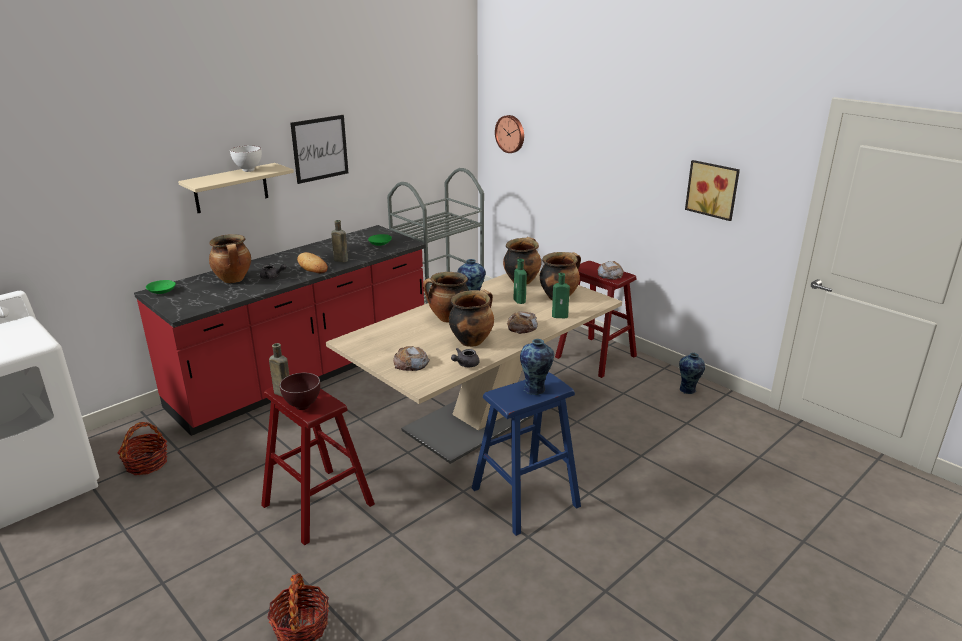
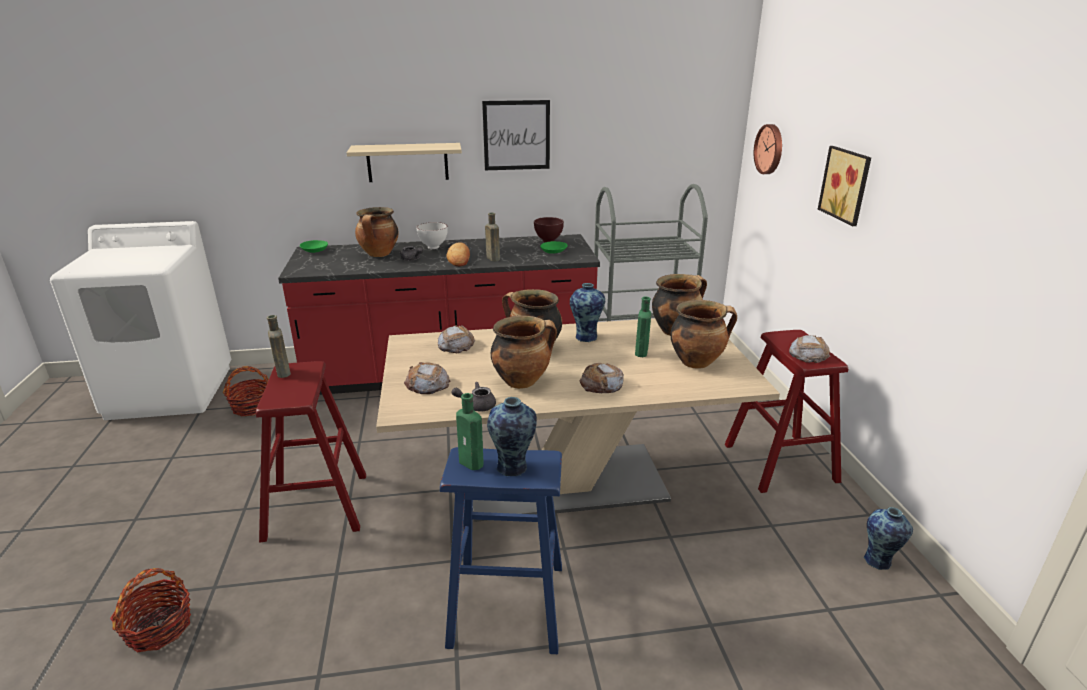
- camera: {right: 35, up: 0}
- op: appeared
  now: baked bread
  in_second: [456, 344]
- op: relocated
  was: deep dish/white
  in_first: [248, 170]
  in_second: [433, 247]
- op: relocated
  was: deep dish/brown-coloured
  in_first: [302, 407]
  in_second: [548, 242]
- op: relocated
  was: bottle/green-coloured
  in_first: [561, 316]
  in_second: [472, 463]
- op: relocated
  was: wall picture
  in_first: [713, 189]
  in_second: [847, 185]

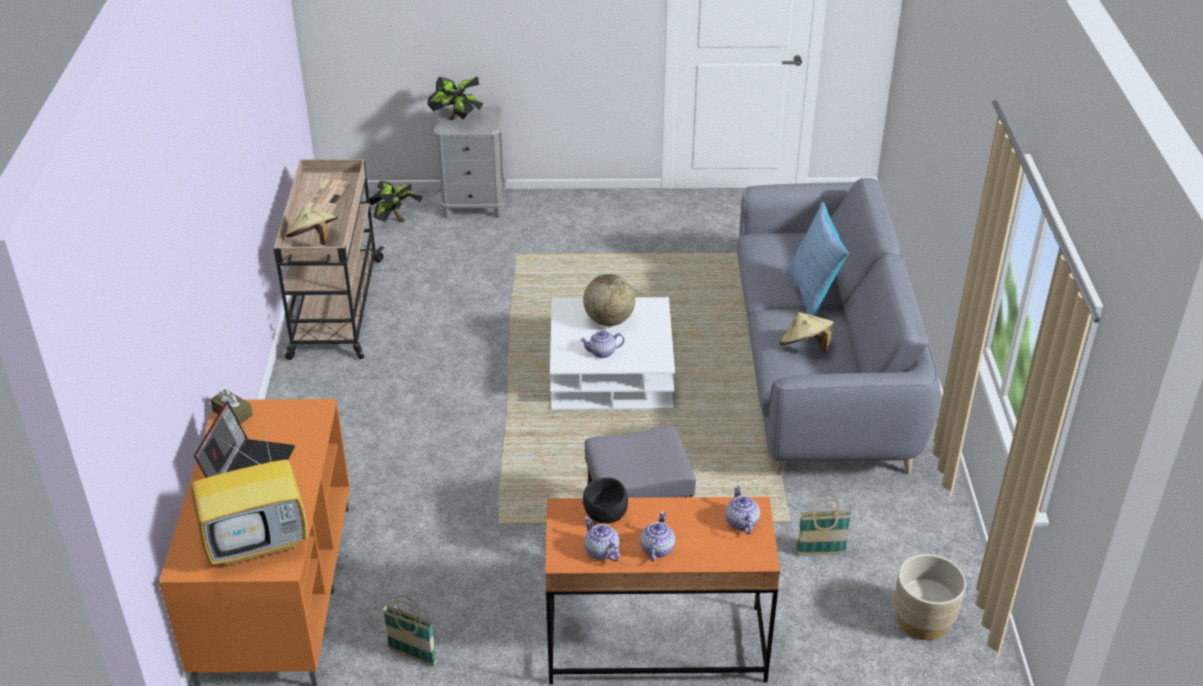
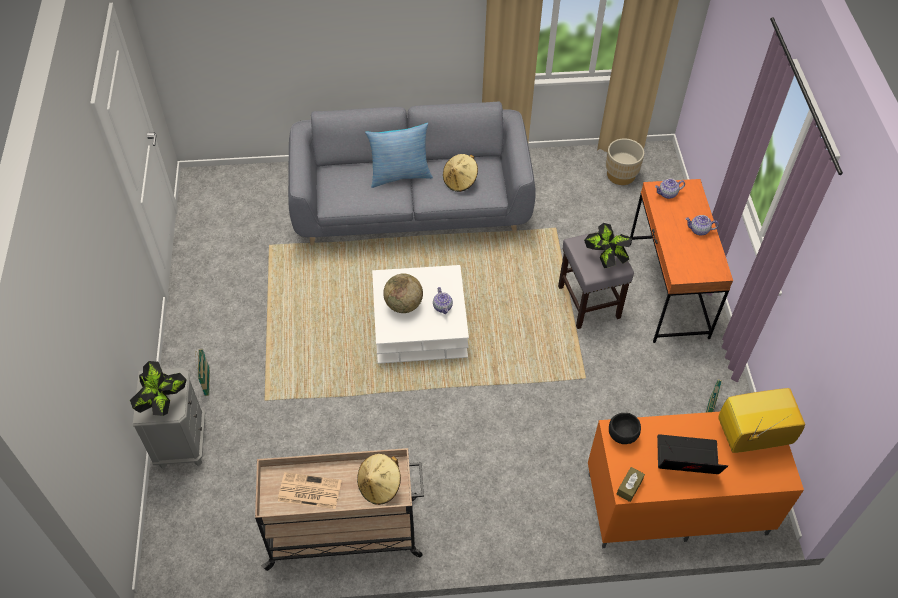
- camera: {right: -95, up: 15}
- op: missing
  was: pot for tea
  in_first: [601, 551]
- op: relocated
  was: houseplant
  in_first: [395, 221]
  in_second: [605, 259]
- op: relocated
  was: deep dish/black-coloured
  in_first: [604, 514]
  in_second: [622, 436]
- op: relocated
  was: basket
  in_first: [820, 552]
  in_second: [207, 382]
- op: spun
  was: television
  in_first: [258, 541]
  in_second: [751, 437]
  clockwise: -75

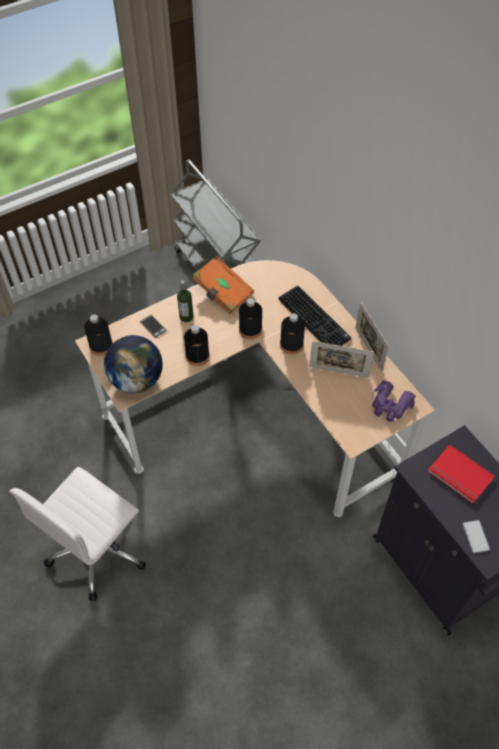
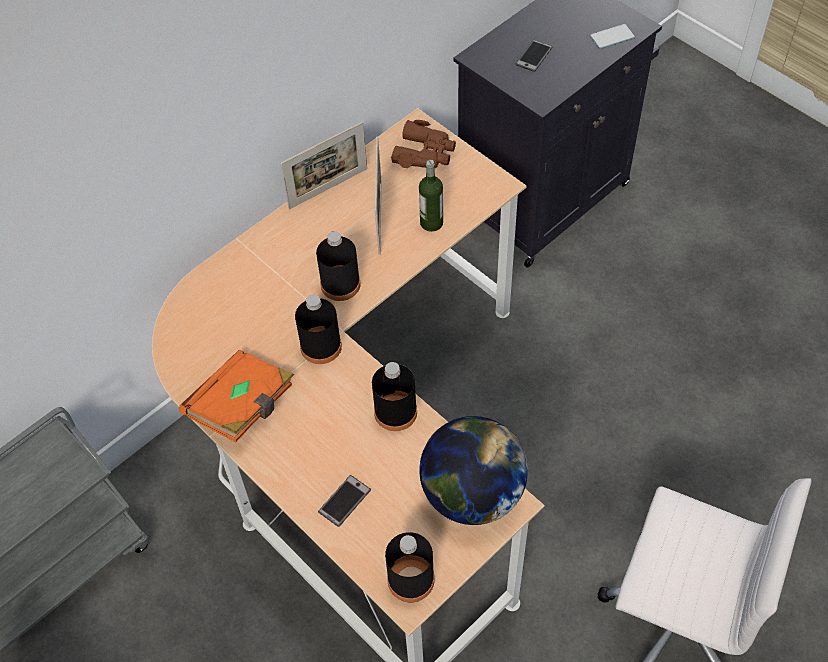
- camera: {right: -100, up: 0}
- op: missing
  was: keyboard
  in_first: [315, 319]
- op: relocated
  was: bottle
  in_first: [186, 317]
  in_second: [431, 223]
- op: exchanged
  was: book/red-coloured
  now: telephone
  in_first: [459, 476]
  in_second: [534, 56]
- op: colour
  was: pair of binoculars/purple
  now: pair of binoculars/brown-coloured
  in_first: [390, 405]
  in_second: [425, 153]

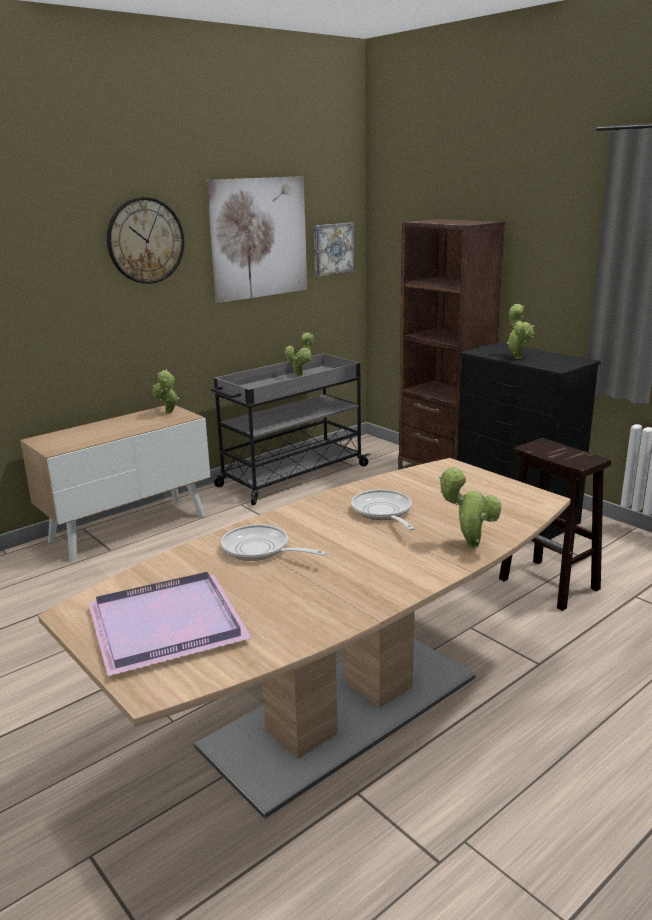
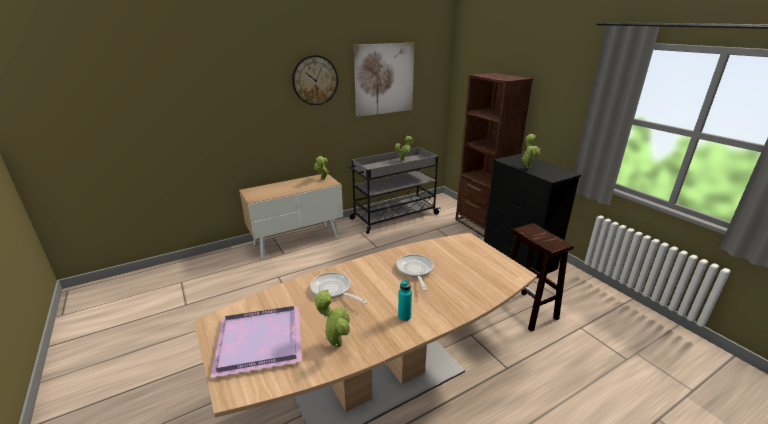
- camera: {right: 10, up: 5}
- op: missing
  was: wall picture
  in_first: [332, 249]
- op: appeared
  now: bottle/blue-green
  in_second: [404, 316]
- op: relocated
  was: houseplant
  in_first: [469, 544]
  in_second: [336, 343]

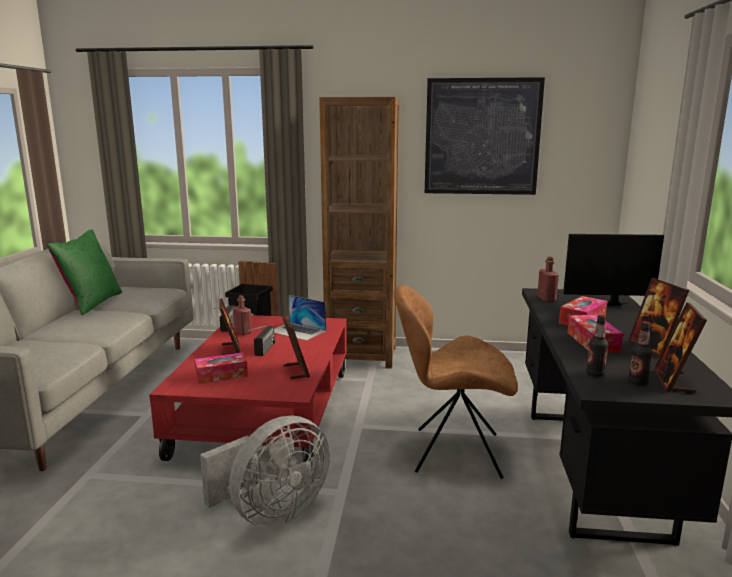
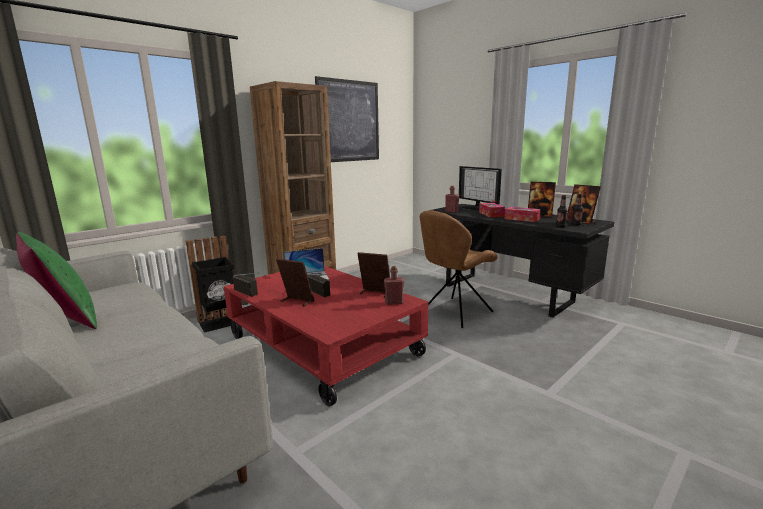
- camera: {right: -50, up: 0}
- op: missing
  was: tissue box
  in_first: [221, 375]
- op: missing
  was: fan/gray
  in_first: [272, 513]
- op: relocated
  was: bottle/red-coloured
  in_first: [243, 332]
  in_second: [394, 302]
- op: spun
  was: computer display
  in_first: [609, 302]
  in_second: [473, 207]
  clockwise: -75

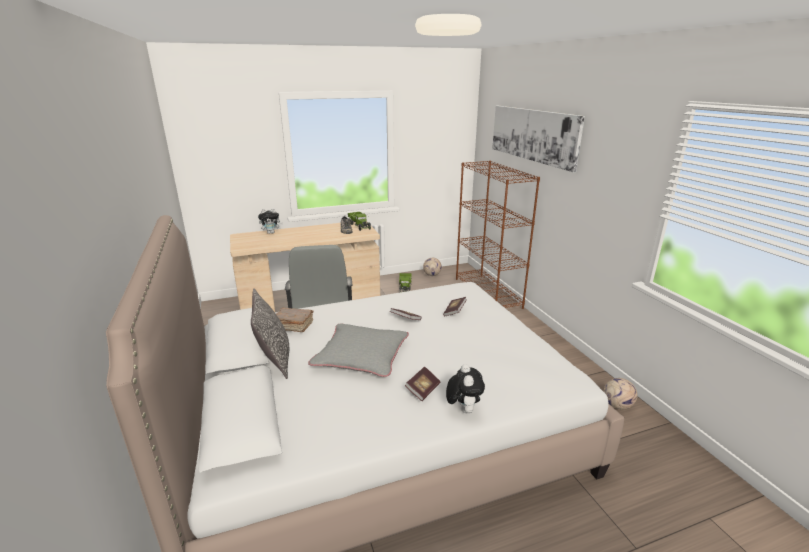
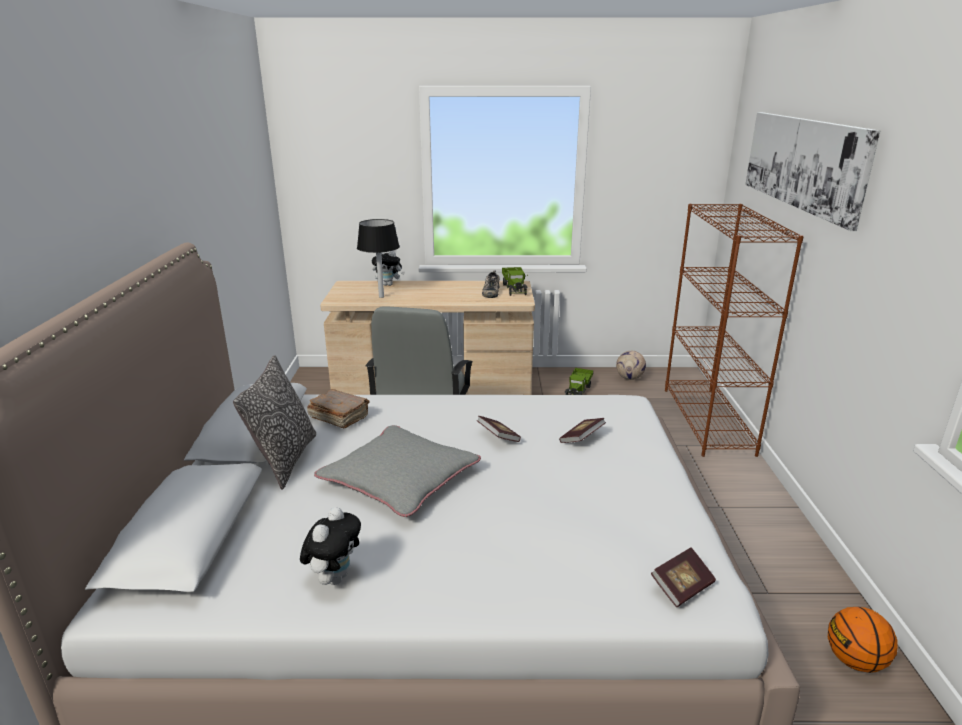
- camera: {right: 20, up: 0}
- op: appeared
  now: table lamp/black-coloured
  in_second: [381, 297]
- op: relocated
  was: book
  in_first: [423, 390]
  in_second: [682, 587]
- op: relocated
  was: plush toy
  in_first: [463, 409]
  in_second: [334, 577]
- op: exchanged
  was: football
  now: basketball
  in_first: [617, 405]
  in_second: [854, 661]

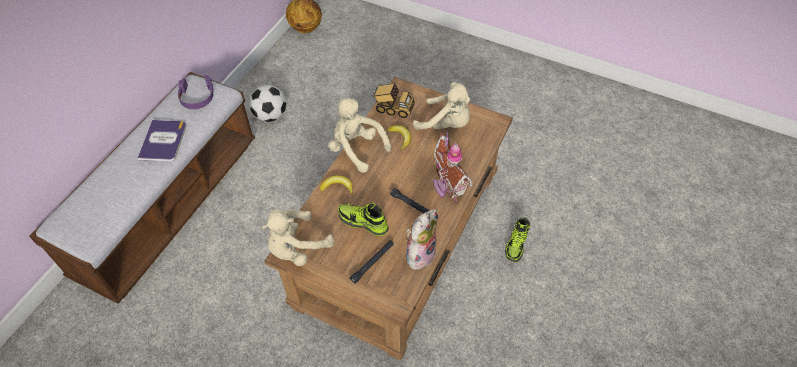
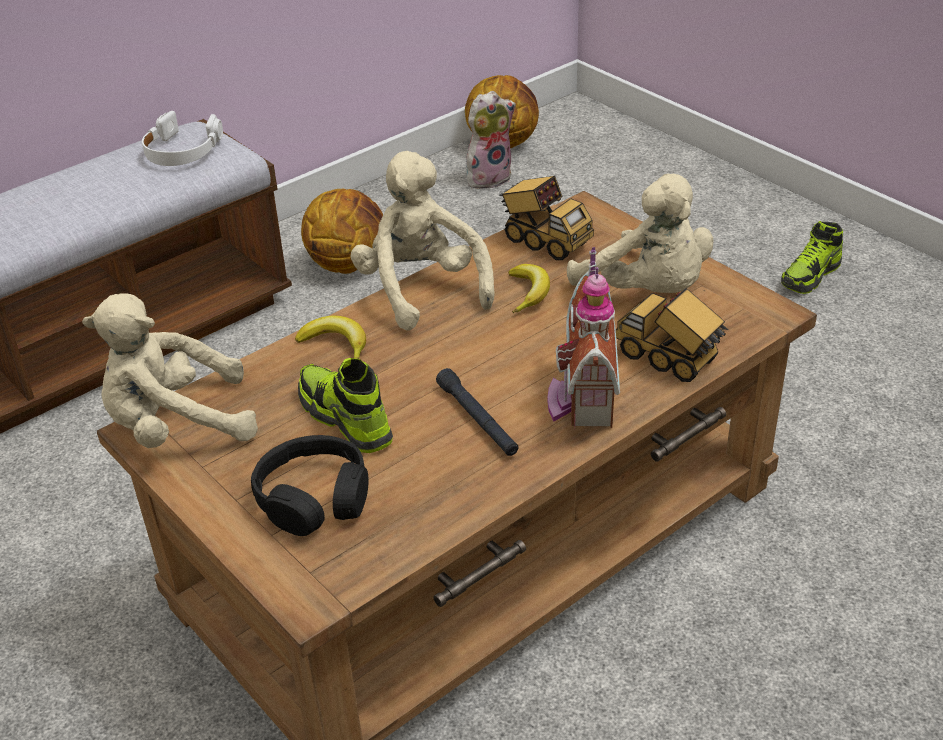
- camera: {right: 25, up: -15}
- op: missing
  was: book
  in_first: [163, 141]
- op: appeared
  now: toy truck
  in_second: [669, 359]
- op: relocated
  was: plush toy
  in_first: [419, 253]
  in_second: [489, 177]
- op: relocated
  was: shoe
  in_first: [516, 245]
  in_second: [810, 276]
- op: exchanged
  was: football
  now: basketball
  in_first: [270, 115]
  in_second: [349, 264]
- op: exchanged
  was: flashlight/black-coloured
  now: headset/black-coloured
  in_first: [372, 263]
  in_second: [314, 498]
- op: colour
  was: headset/purple
  now: headset/white
  in_first: [197, 97]
  in_second: [181, 151]

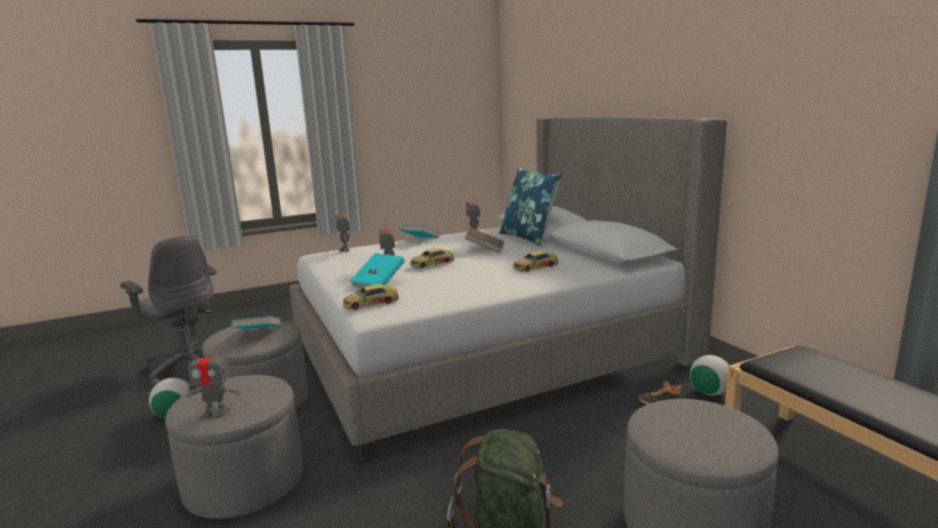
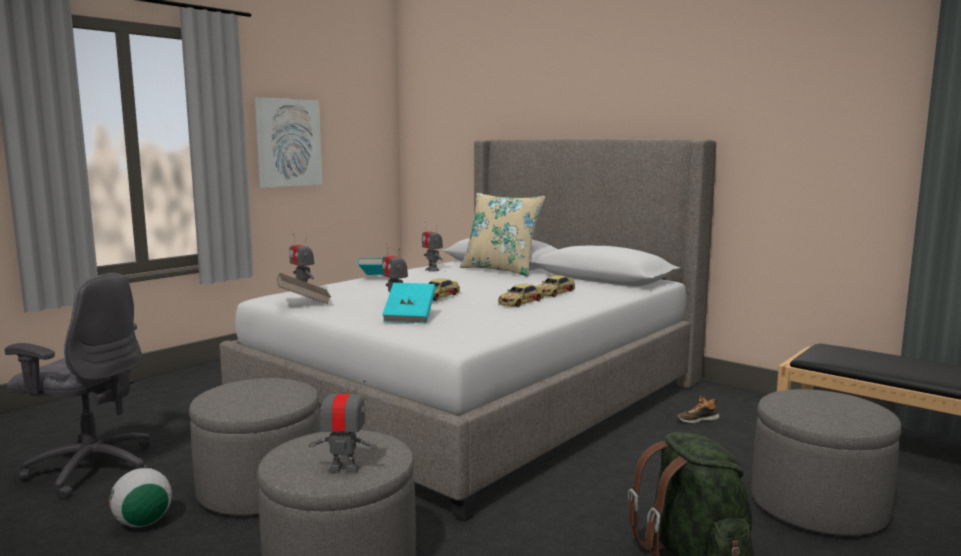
- camera: {right: -25, up: -5}
- op: missing
  was: book/blue-green
  in_first: [258, 334]
- op: missing
  was: football
  in_first: [709, 393]
- op: appeared
  now: wall picture
  in_second: [288, 142]
- op: relocated
  was: model car
  in_first: [371, 303]
  in_second: [520, 302]
- op: relocated
  was: book/brown-coloured
  in_first: [485, 250]
  in_second: [304, 302]
- op: colour
  was: cushion/blue-coloured
  now: cushion/beige
  in_first: [529, 238]
  in_second: [501, 270]
- op: spun
  was: model robot
  in_first: [216, 413]
  in_second: [344, 469]
  clockwise: -150

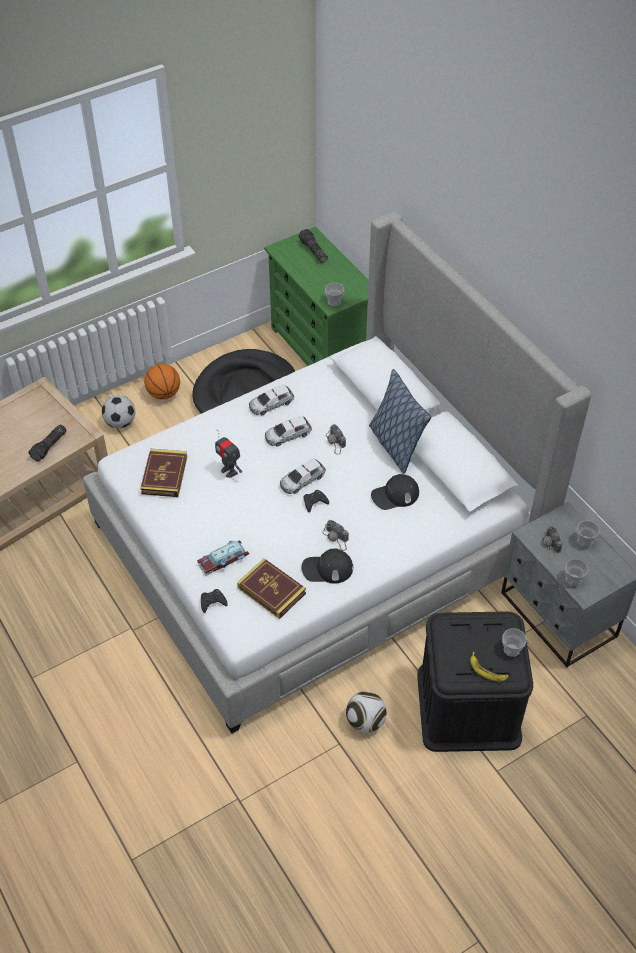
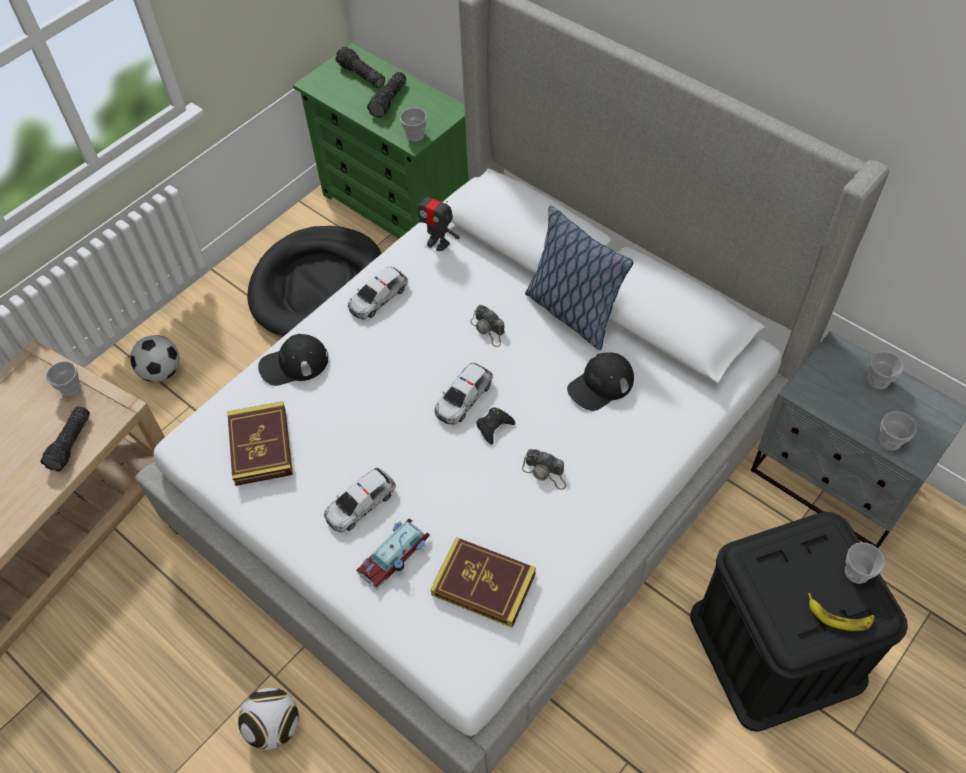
- camera: {right: -15, up: 5}
- op: missing
  was: basketball
  in_first: [164, 394]
- op: missing
  was: gamepad/black-coloured
  in_first: [212, 602]
- op: missing
  was: photo camera
  in_first: [550, 545]
- op: appeared
  now: small cup
  in_second: [71, 388]
- op: appeared
  now: flashlight
  in_second: [389, 101]
- op: relocated
  was: model robot
  in_first: [229, 471]
  in_second: [438, 243]
- op: relocated
  was: model car
  in_first: [287, 435]
  in_second: [360, 504]
- op: relocated
  was: peaked cap/black-coloured
  in_first: [327, 569]
  in_second: [294, 364]
- op: relocated
  was: football
  in_first: [365, 722]
  in_second: [274, 727]

